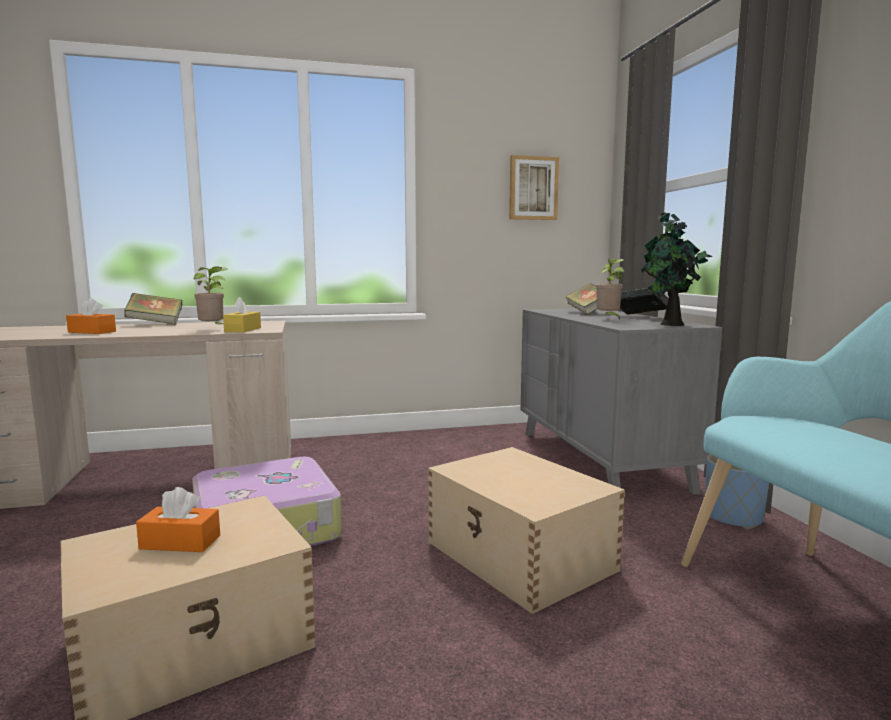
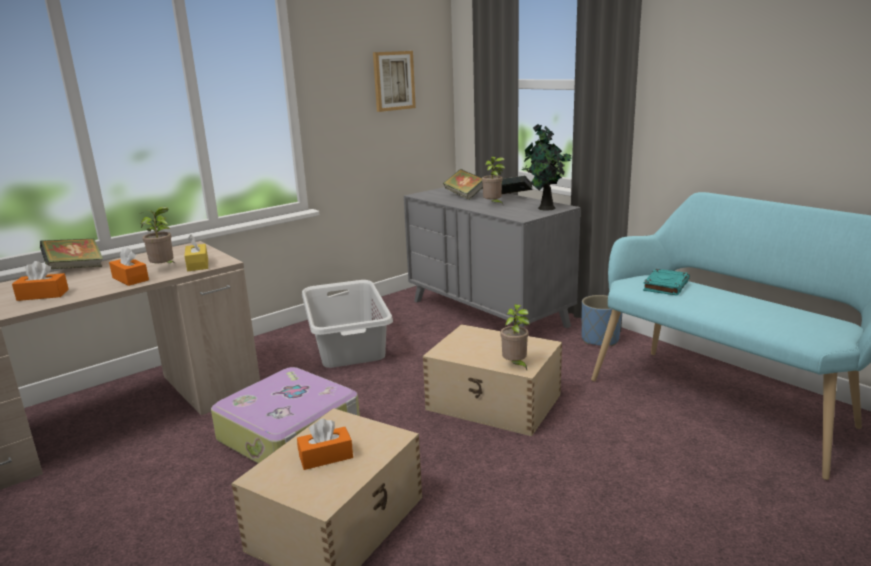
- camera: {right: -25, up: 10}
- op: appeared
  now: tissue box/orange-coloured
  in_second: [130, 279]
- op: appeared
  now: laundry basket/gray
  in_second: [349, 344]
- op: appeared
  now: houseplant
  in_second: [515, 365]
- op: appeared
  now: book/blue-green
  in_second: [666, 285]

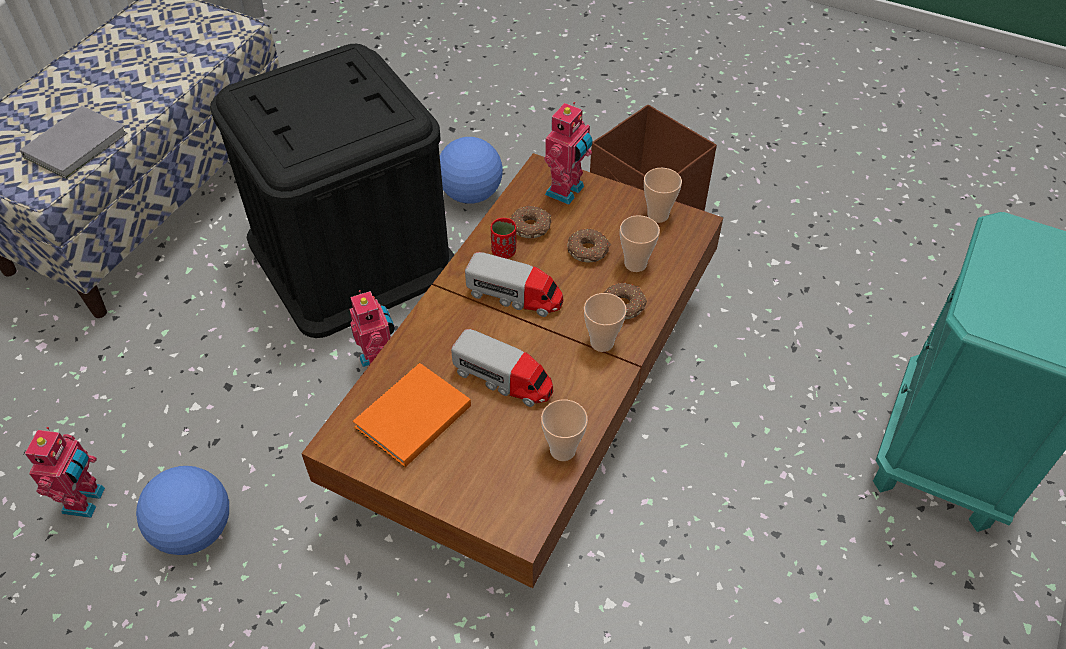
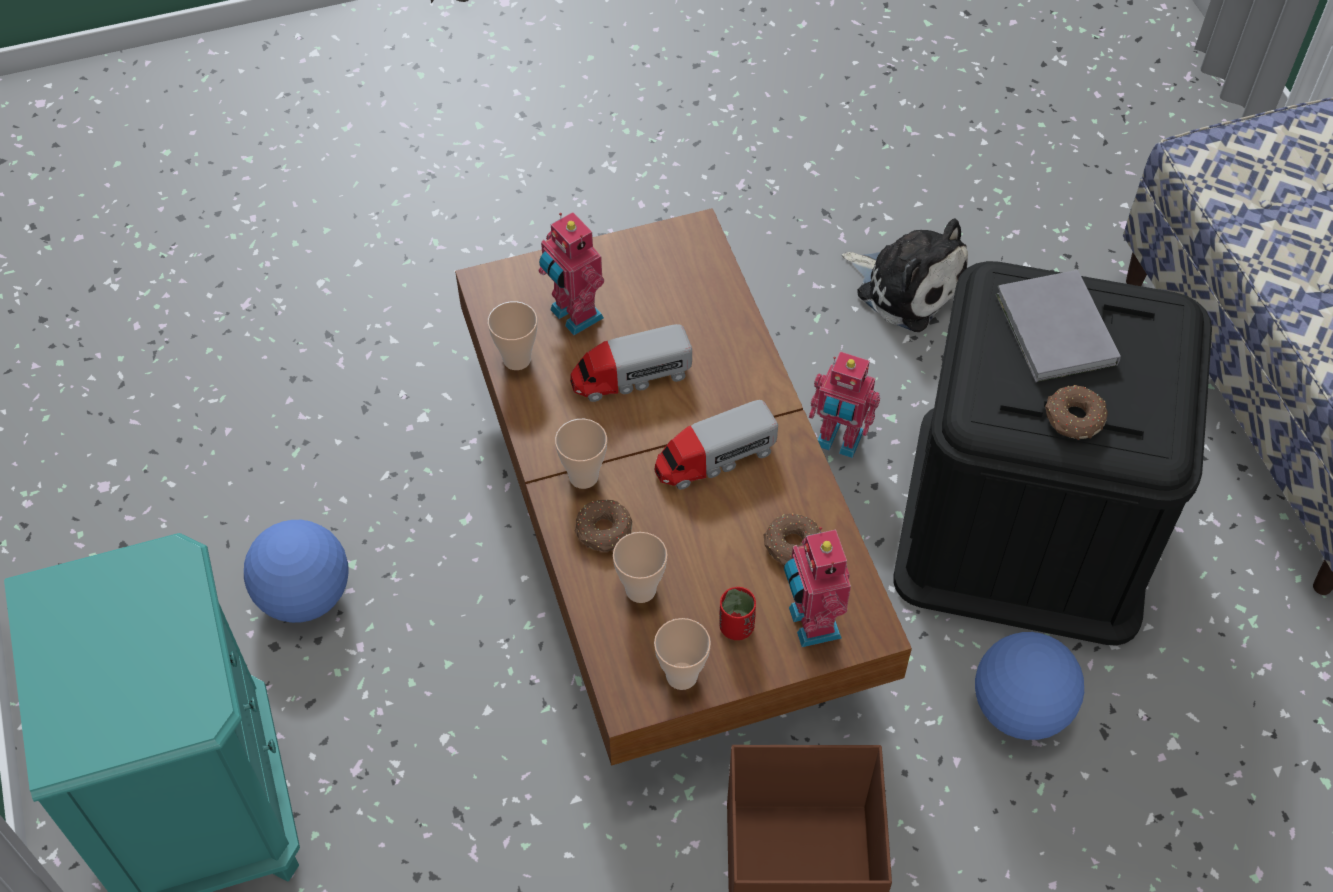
- camera: {right: 135, up: 5}
- op: missing
  was: book/orange-coloured
  in_first: [410, 417]
- op: appeared
  now: plush toy
  in_second: [906, 285]
- op: relocated
  was: book/gray
  in_first: [79, 144]
  in_second: [1055, 332]
- op: relocated
  was: model robot
  in_first: [86, 501]
  in_second: [573, 315]
- op: relocated
  was: football
  in_first: [194, 530]
  in_second: [305, 595]
- op: relocated
  was: small cup/red-coloured
  in_first: [504, 252]
  in_second: [736, 627]
- op: relocated
  was: doughnut
  in_first: [588, 251]
  in_second: [1073, 419]

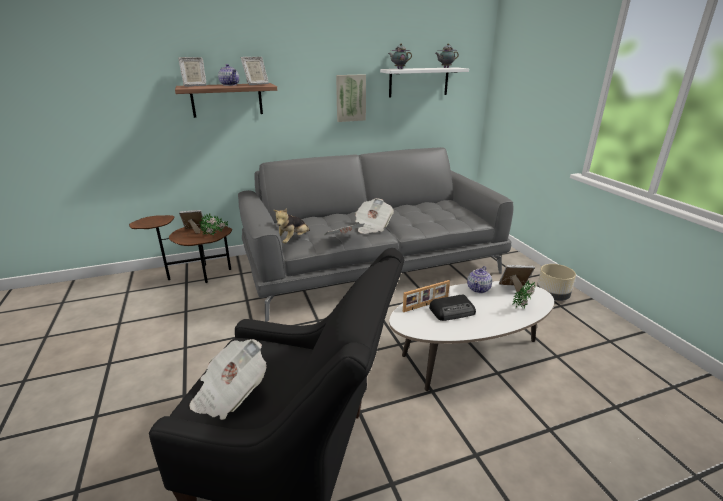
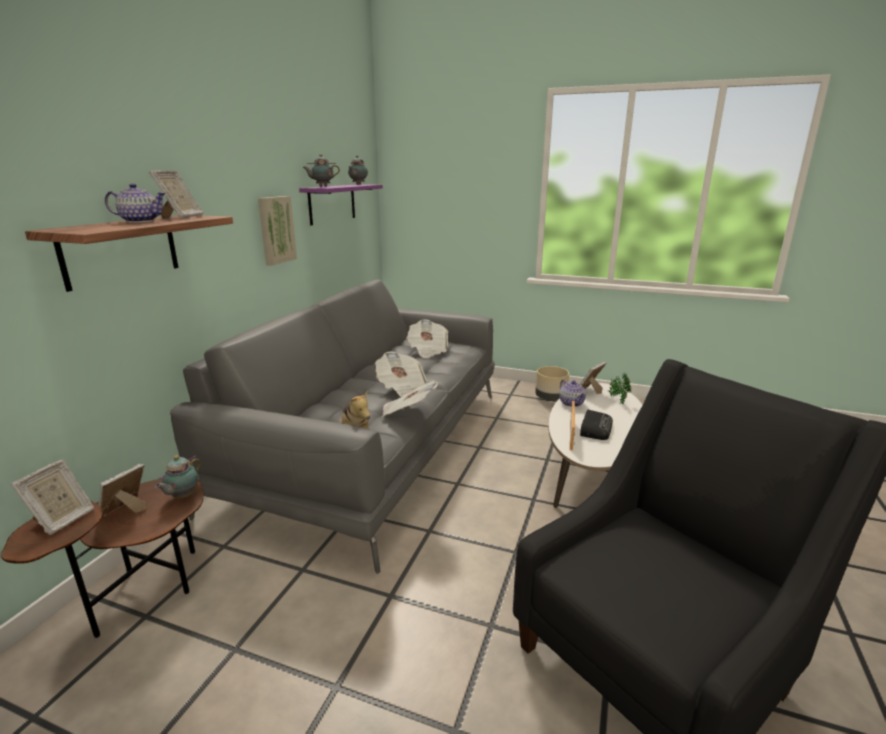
- camera: {right: -50, up: -5}
- op: relocated
  was: photo frame
  in_first: [194, 86]
  in_second: [62, 520]
- op: relocated
  was: newspaper
  in_first: [230, 393]
  in_second: [428, 350]
- op: exchanged
  was: houseplant
  now: pot for tea
  in_first: [215, 235]
  in_second: [182, 496]
- op: colour
  was: shelf/white
  now: shelf/purple
  in_first: [418, 82]
  in_second: [332, 203]

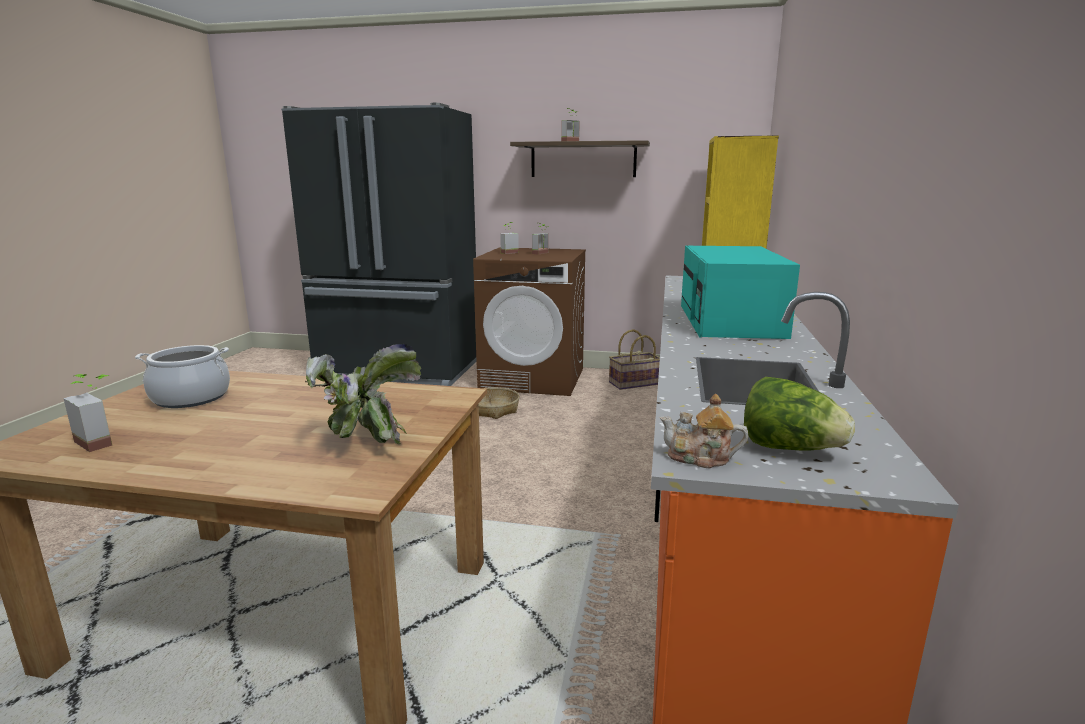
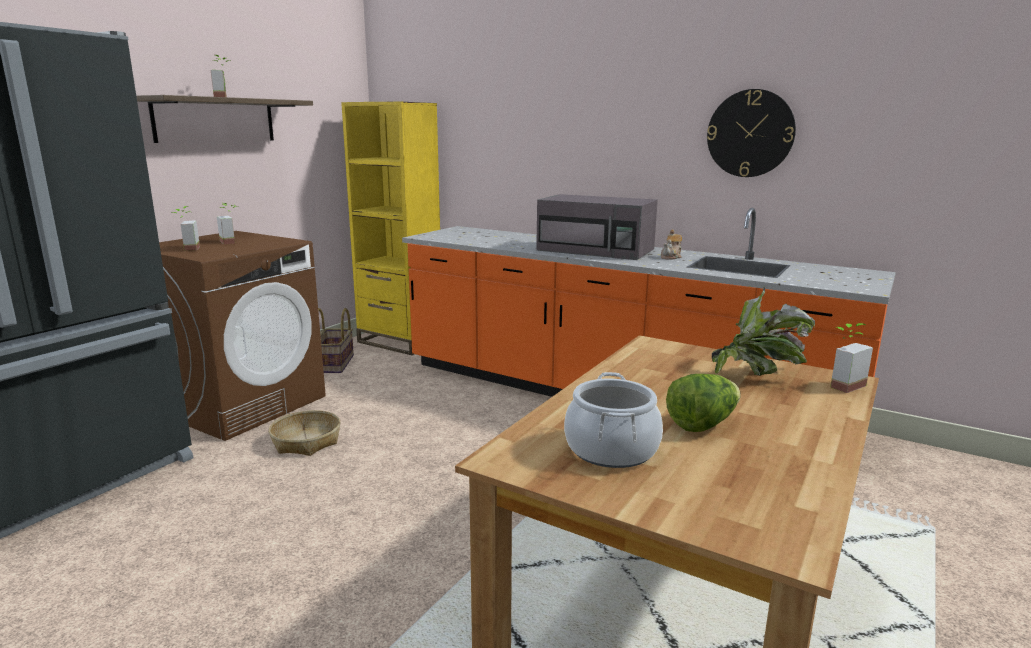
- camera: {right: -70, up: 0}
- op: appeared
  now: clock on the wall
  in_second: [750, 133]
- op: relocated
  was: houseplant
  in_first: [103, 440]
  in_second: [841, 384]
- op: relocated
  was: pot for tea
  in_first: [700, 458]
  in_second: [671, 257]
- op: relocated
  was: lettuce
  in_first: [789, 449]
  in_second: [702, 424]
- op: colour
  was: microwave/blue-green
  now: microwave/gray
  in_first: [730, 321]
  in_second: [597, 250]

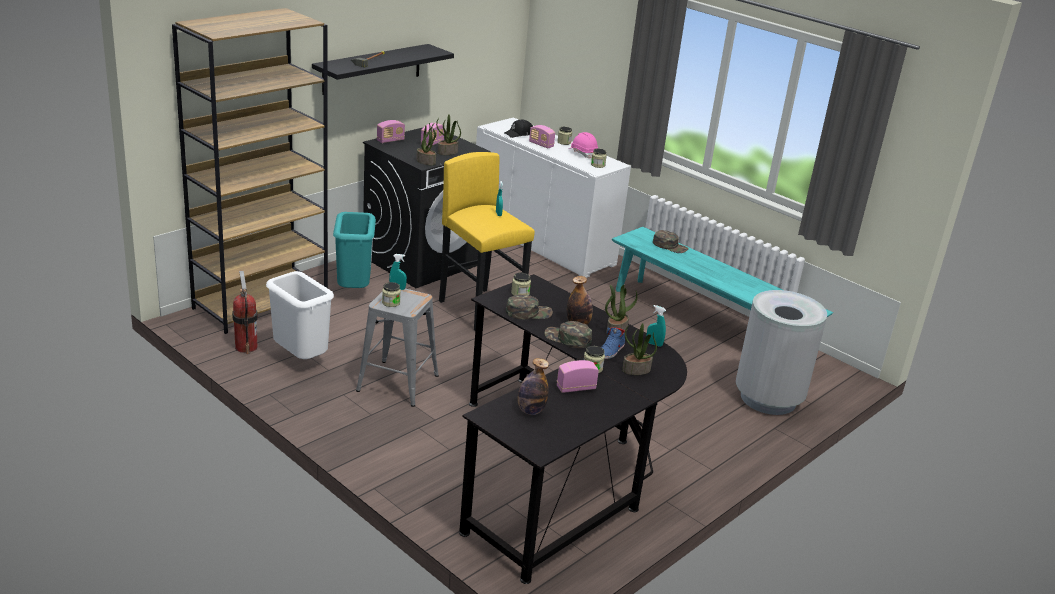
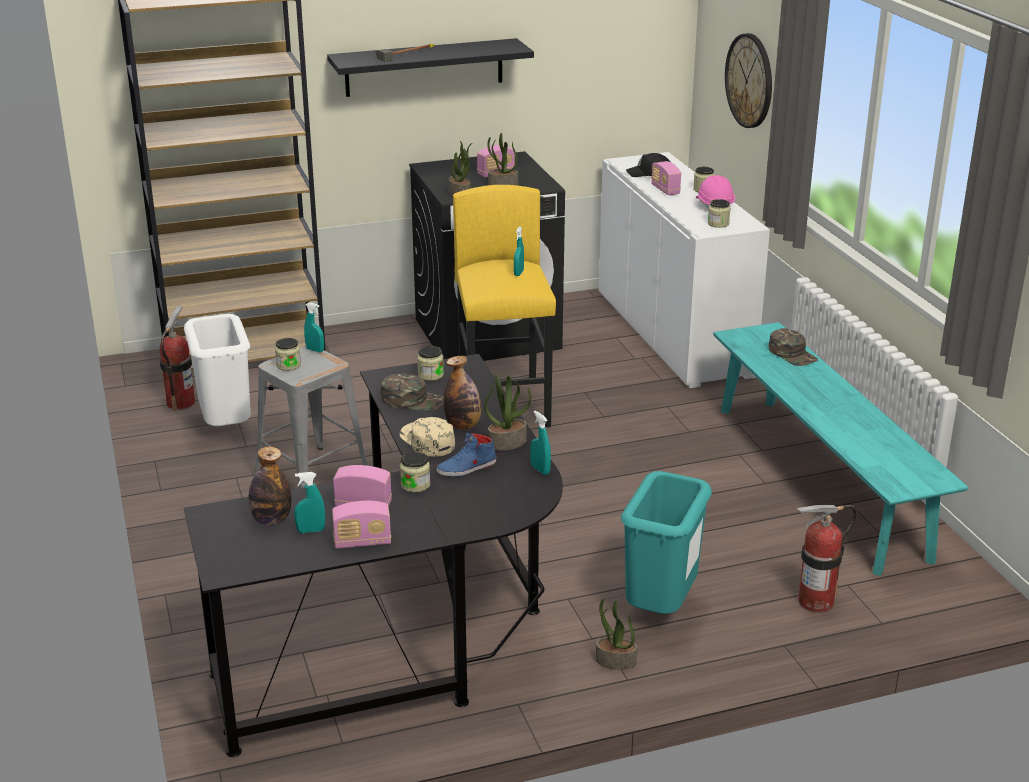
- camera: {right: 30, up: 0}
- op: appeared
  now: spray bottle/blue-green
  in_second: [311, 531]
- op: appeared
  now: clock on the wall
  in_second: [750, 80]
- op: relocated
  was: rubbish bin/blue-green
  in_first: [354, 290]
  in_second: [661, 610]
- op: relocated
  was: radio receiver
  in_first: [390, 140]
  in_second: [362, 542]
- op: relocated
  was: houseplant
  in_first: [636, 370]
  in_second: [615, 661]
- op: exchanged
  was: rubbish bin/gray
  now: extinguisher
  in_first: [768, 399]
  in_second: [815, 602]
- op: colour
  was: peaked cap/green-coloured
  now: peaked cap/beige
  in_first: [567, 338]
  in_second: [426, 441]

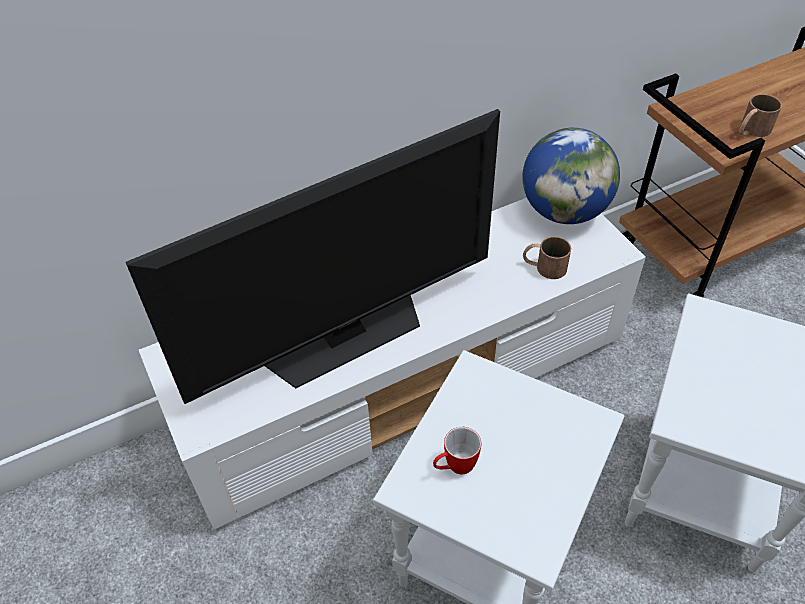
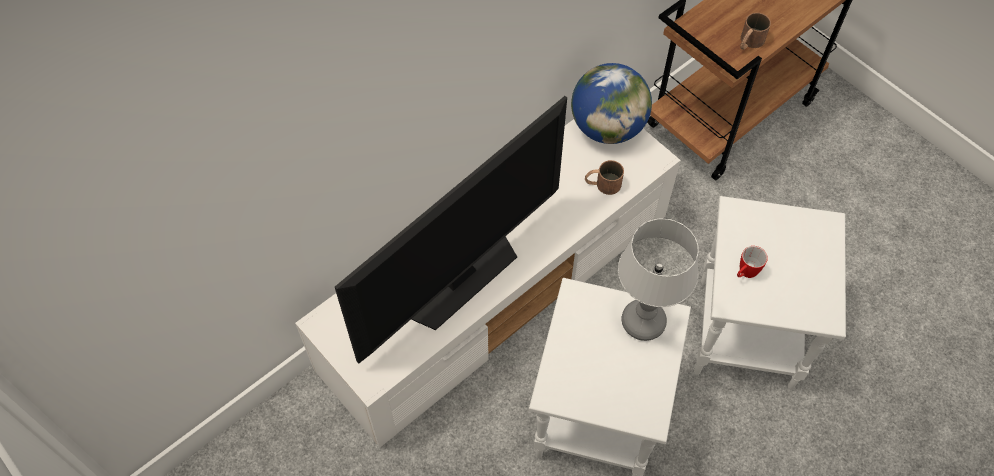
- camera: {right: -15, up: 10}
- op: appeared
  now: table lamp
  in_second: [642, 323]
- op: relocated
  was: coffee mug
  in_first: [454, 467]
  in_second: [745, 274]

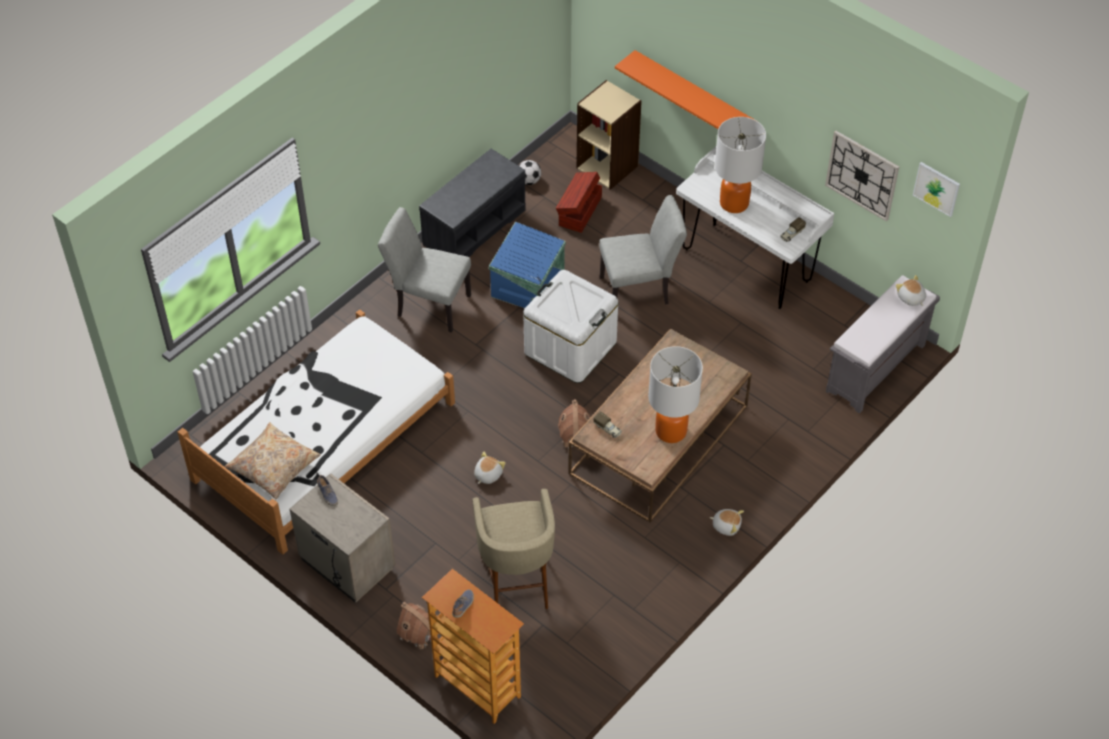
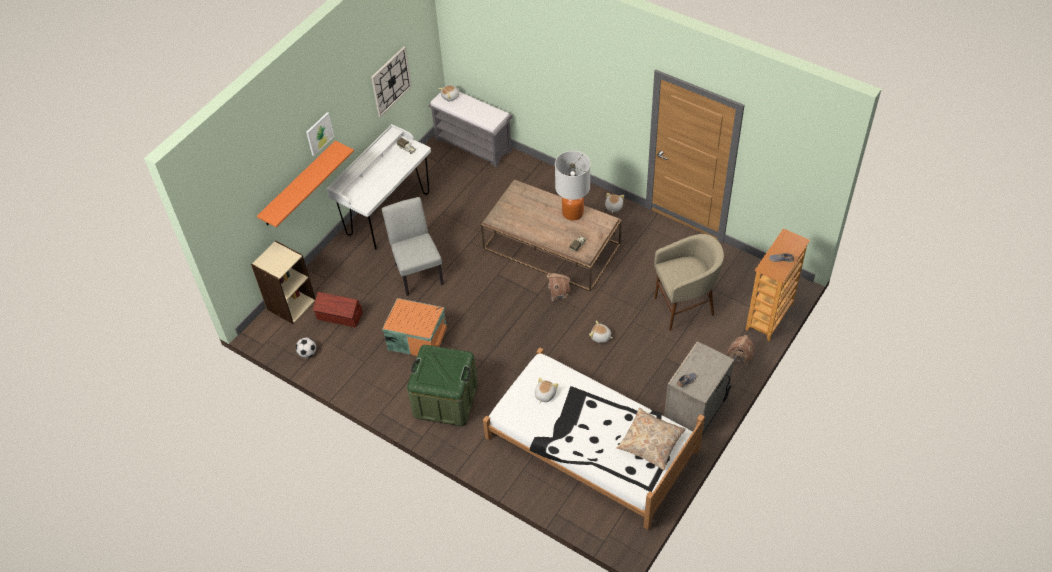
- camera: {right: -95, up: 0}
- op: missing
  was: long seat/gray
  in_first: [474, 226]
- op: missing
  was: storage bin/white
  in_first: [570, 348]
- op: missing
  was: table lamp
  in_first: [734, 203]
- op: appeared
  now: plush toy
  in_second: [544, 394]
- op: relocated
  was: wall picture
  in_first: [936, 188]
  in_second: [319, 133]
- op: exchanged
  was: upright chair/gray
  now: storage bin/green-coloured
  in_first: [428, 304]
  in_second: [445, 400]
- op: colour
  was: storage bin/blue-coloured
  now: storage bin/orange-coloured
  in_first: [529, 283]
  in_second: [417, 338]

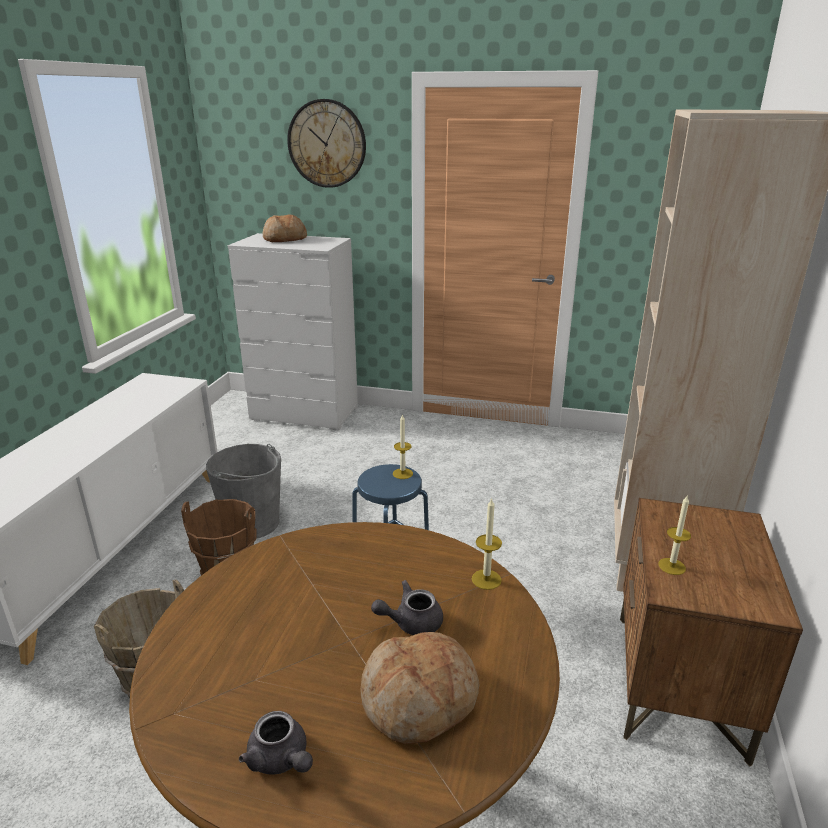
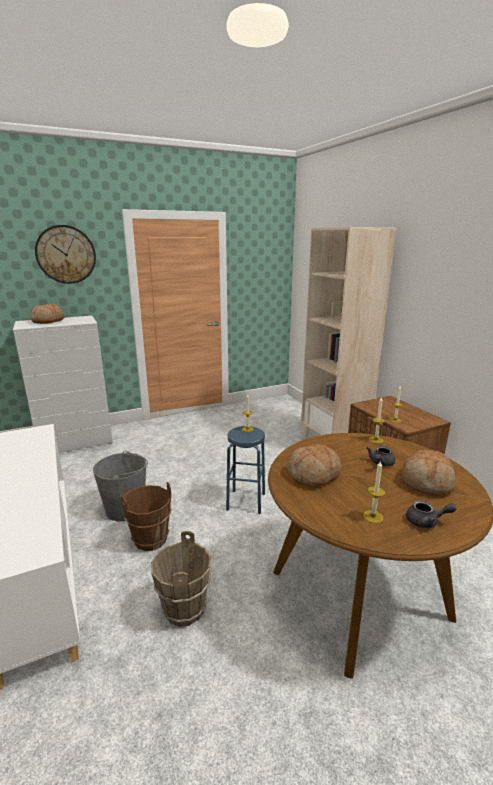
- camera: {right: -40, up: -5}
- op: appeared
  now: baked bread
  in_second: [314, 474]
- op: appeared
  now: wax candle
  in_second: [373, 516]

